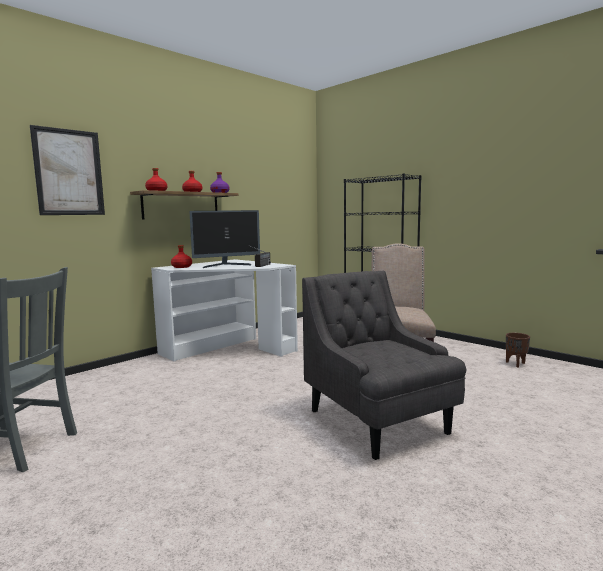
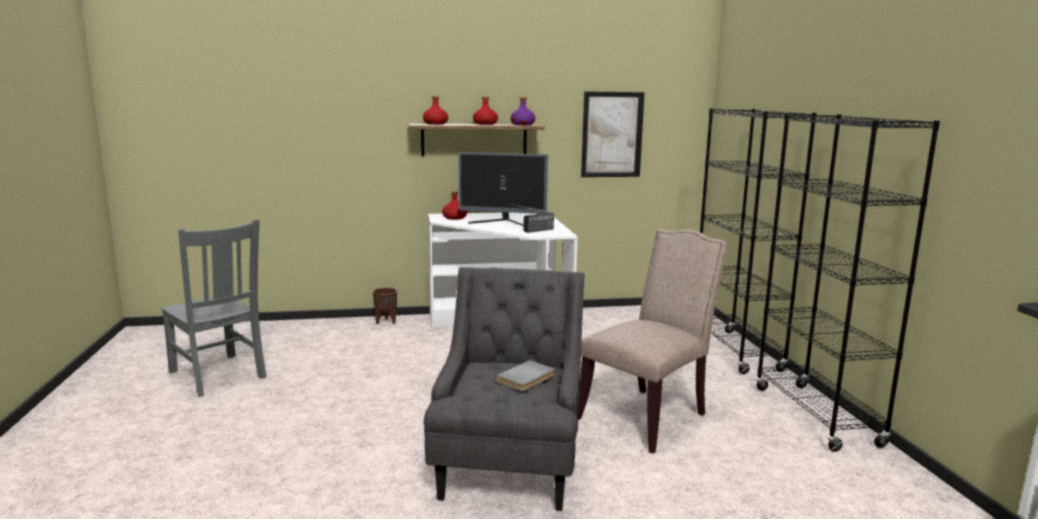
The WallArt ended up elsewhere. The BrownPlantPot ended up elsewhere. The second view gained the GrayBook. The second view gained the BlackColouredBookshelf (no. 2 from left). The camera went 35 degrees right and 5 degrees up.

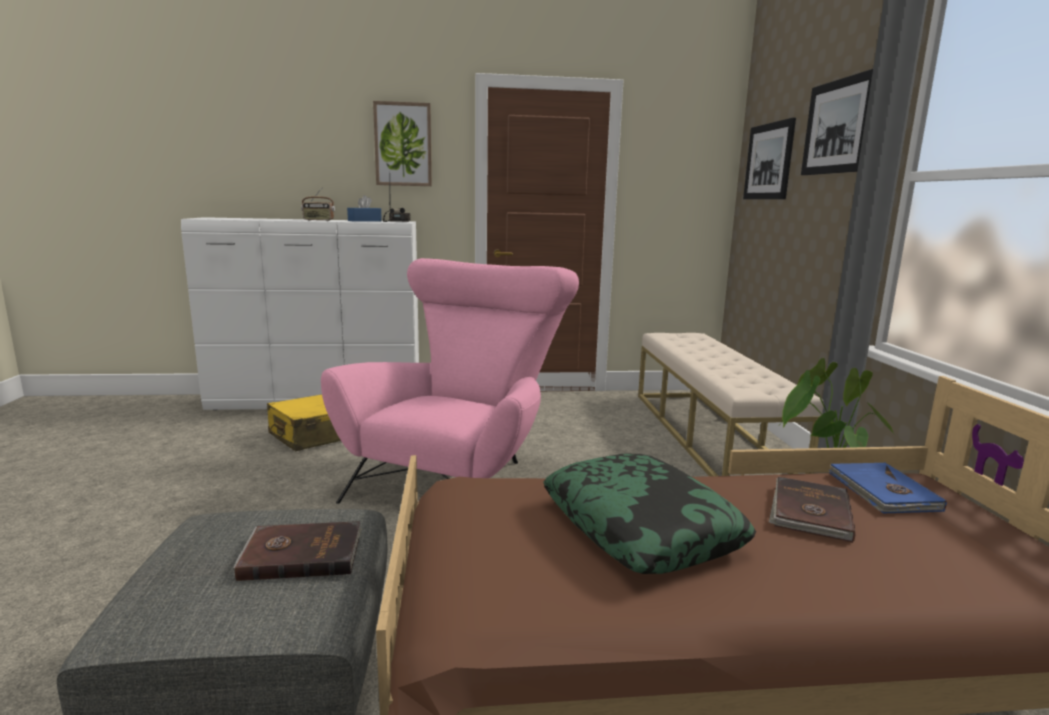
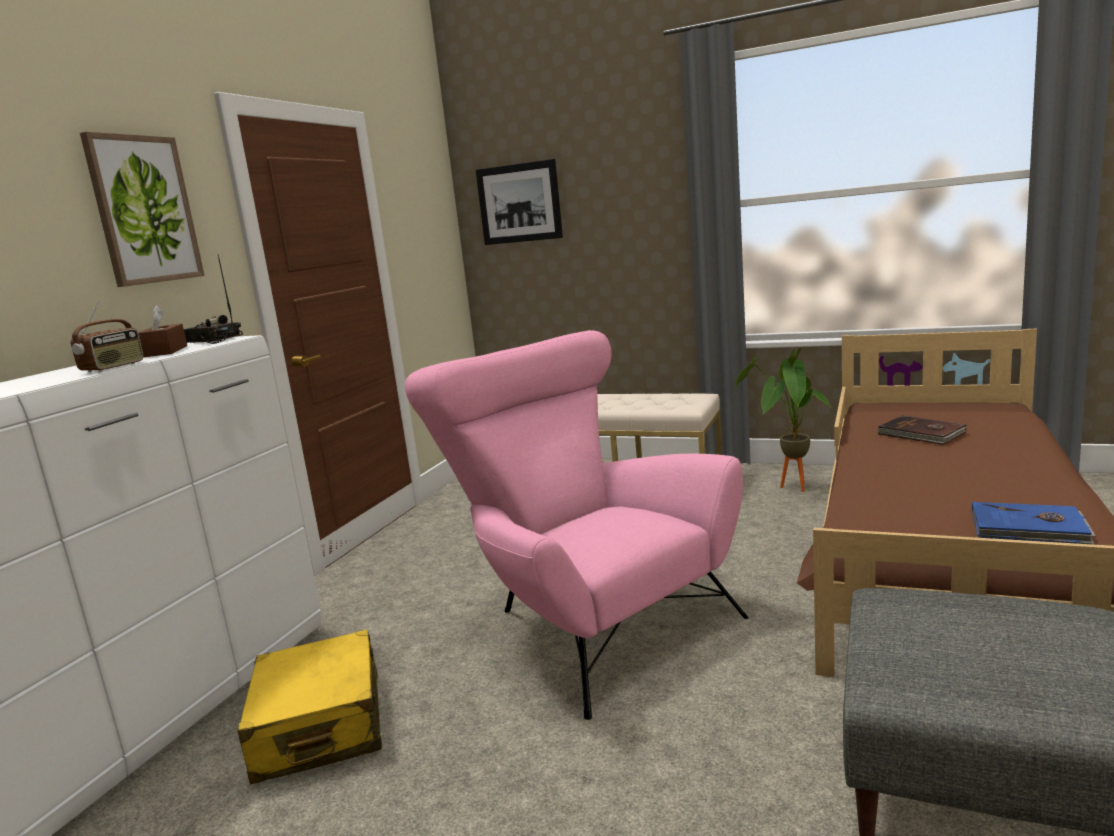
The second view lost the BrownBook (no. 1 from left). What was the BluishTissueBox turned into the BrownTissueBox. The second view lost the ThrowPillow. The second view lost the WallArt (no. 3 from left). The BluishBook ended up elsewhere. The camera went 60 degrees left and 0 degrees up.

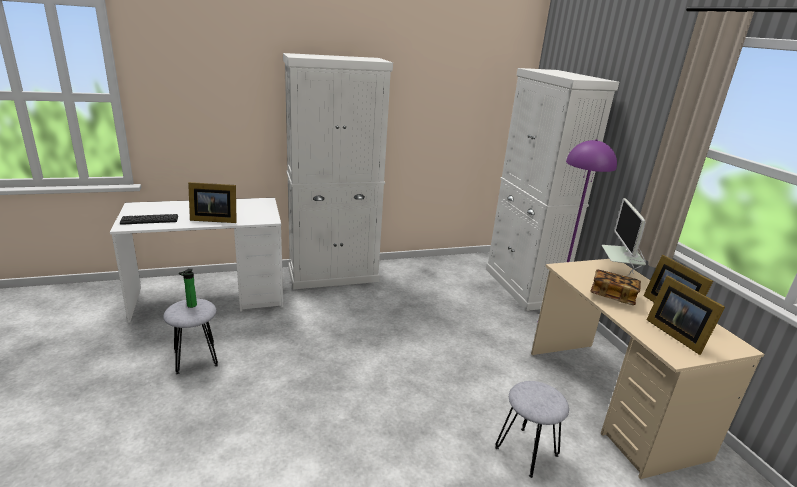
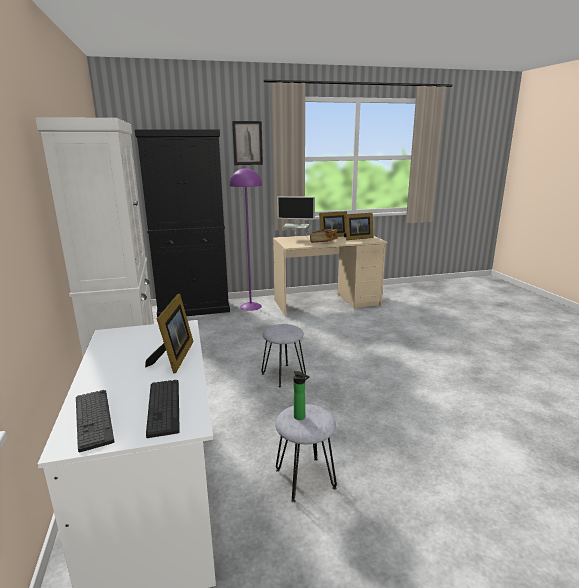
What was the WhitishStorageCabinet (no. 2 from left) turned into the BlackColouredStorageCabinet. The GrayStoolSeat (no. 2 from left in the first image) ended up elsewhere. The second view gained the ComputerKeyboard (no. 1 from left). The second view gained the WallArt. The camera went 85 degrees left and 5 degrees down.

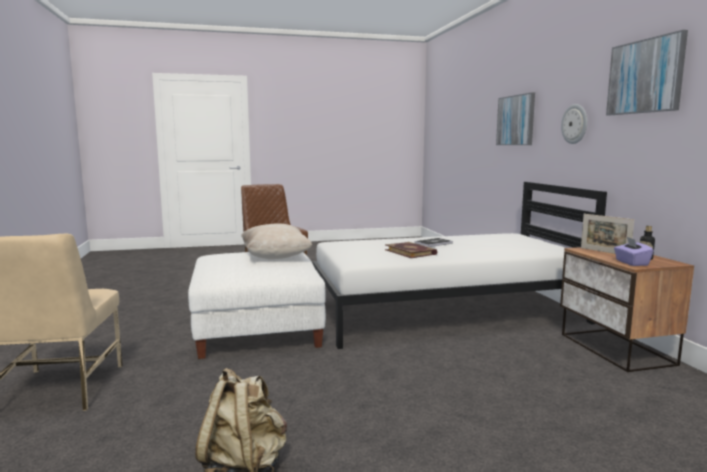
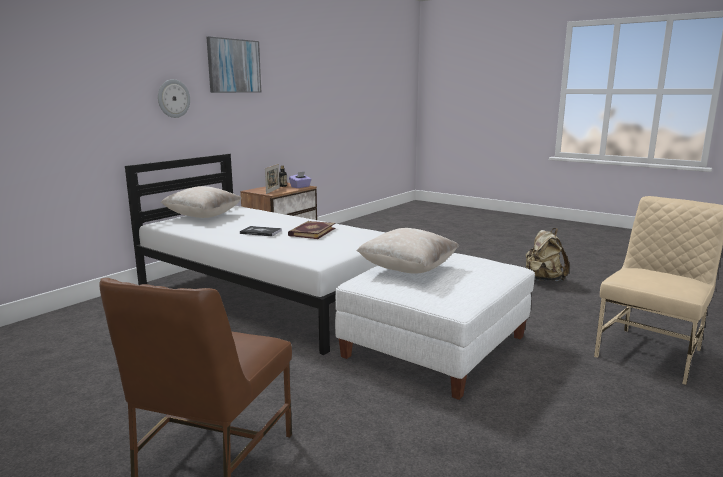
The second view lost the WallArt (no. 1 from left). The second view gained the SandColouredThrowPillow (no. 1 from left). The camera went 130 degrees left and 5 degrees up.

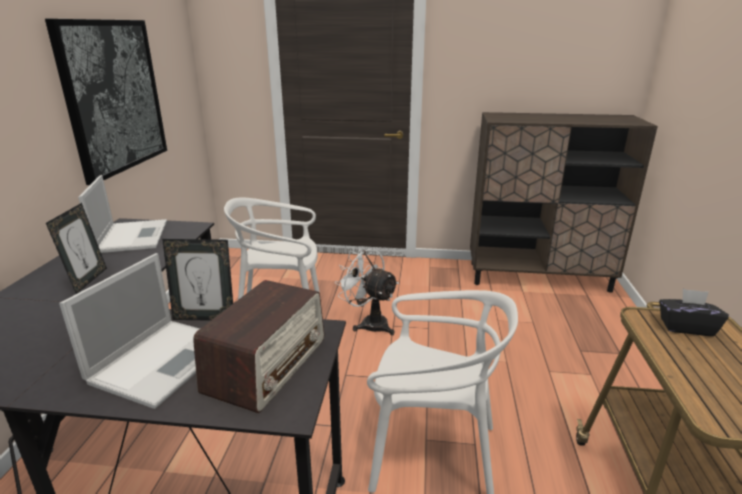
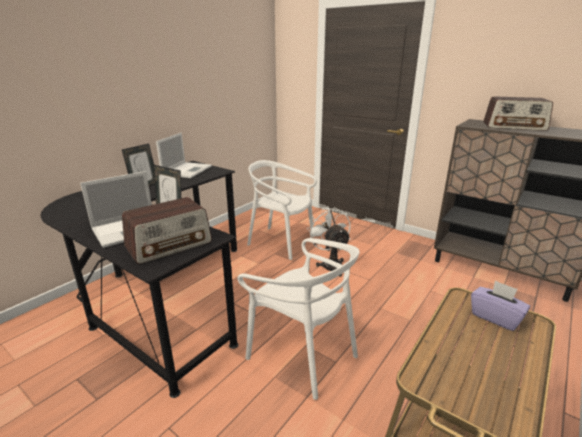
The second view lost the WallArt. What was the BlackColouredTissueBox turned into the PurpleColouredTissueBox. The second view gained the Radio (no. 2 from left). The camera went 30 degrees right and 0 degrees up.

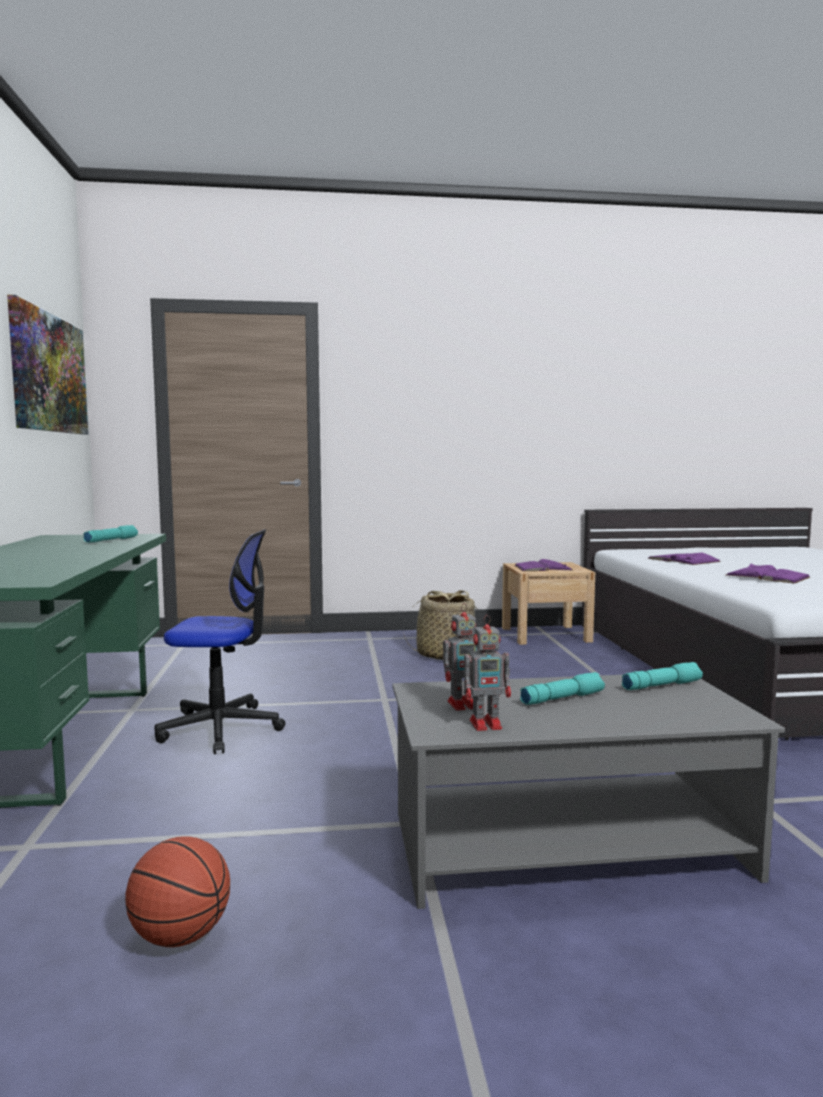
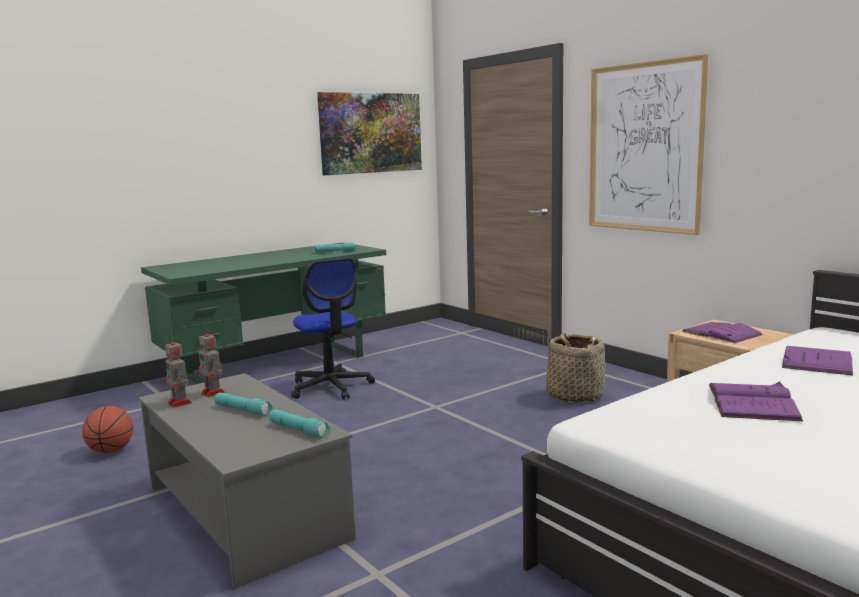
The second view gained the WallArt (no. 2 from left). The camera went 60 degrees right and 5 degrees up.

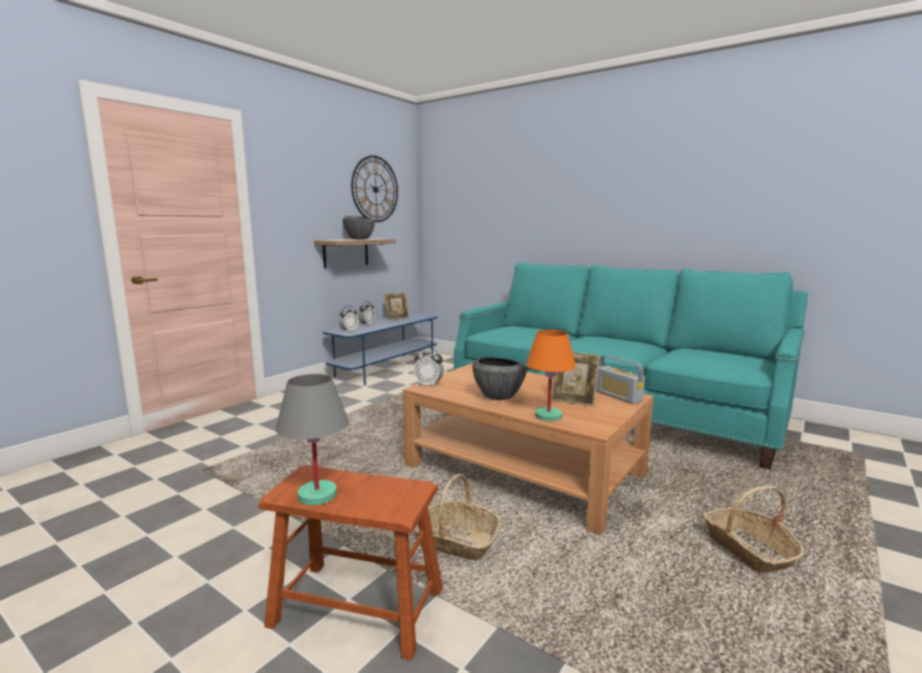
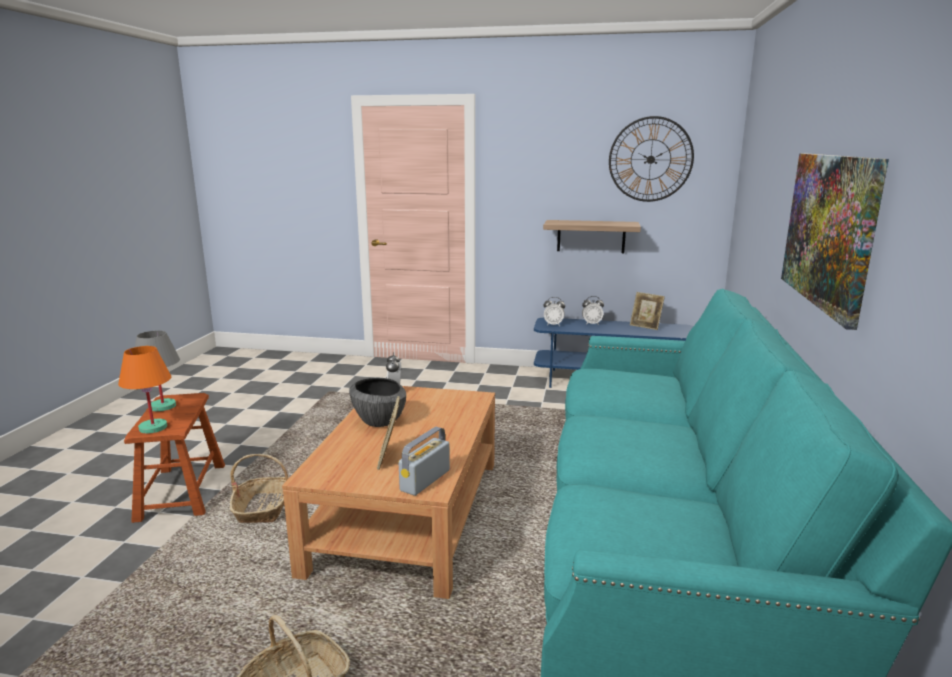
The second view lost the DeepDish (no. 1 from left). The OrangeColouredTableLamp ended up elsewhere. The second view gained the WallArt. The camera went 65 degrees right and 5 degrees up.

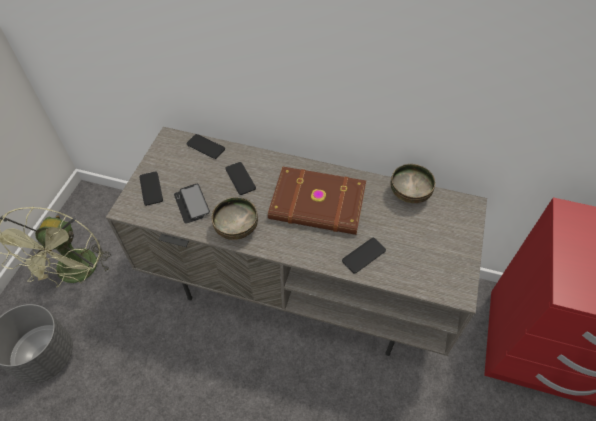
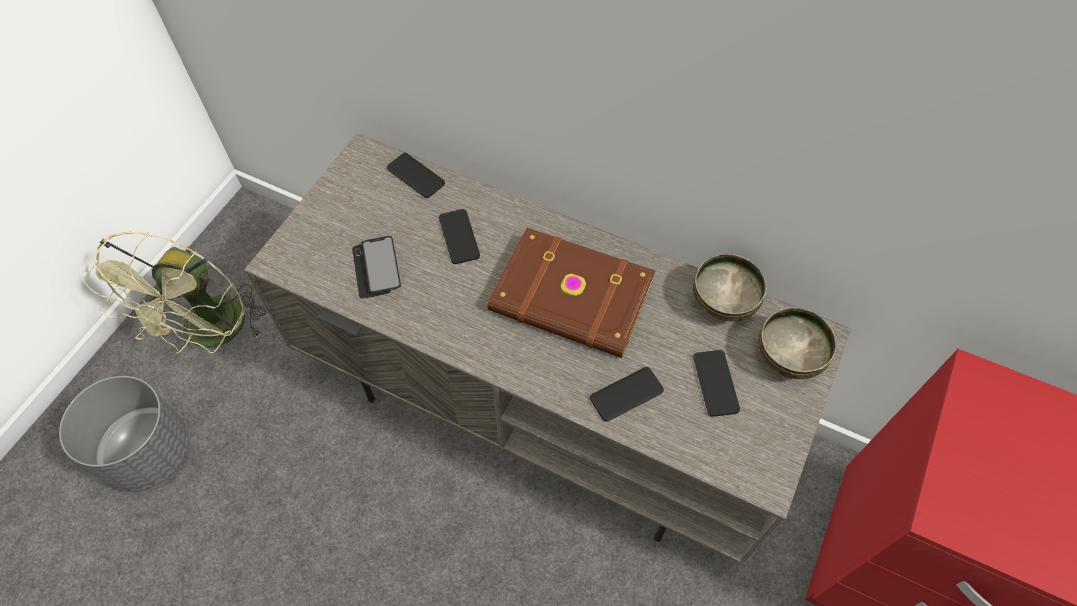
The Phone (no. 1 from left in the first image) ended up elsewhere. The DeepDish (no. 1 from left in the first image) ended up elsewhere. The camera went 10 degrees right and 5 degrees up.

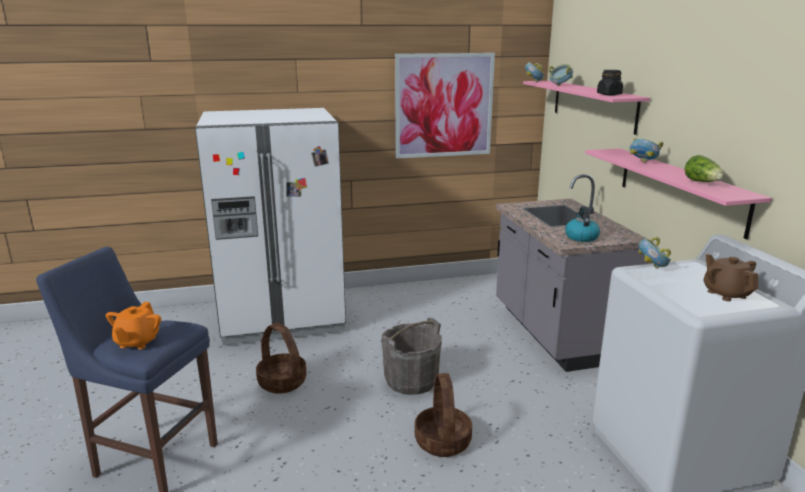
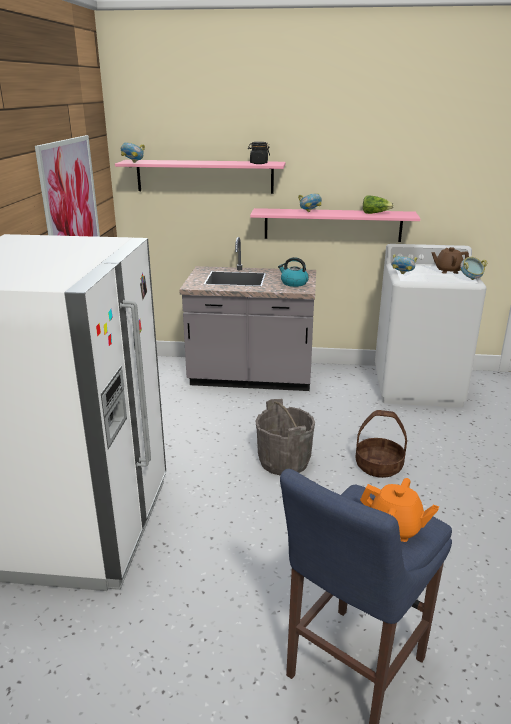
The second view lost the StorageBasket (no. 1 from left). The DeepDish (no. 2 from left in the first image) ended up elsewhere. The camera went 70 degrees left and 5 degrees up.

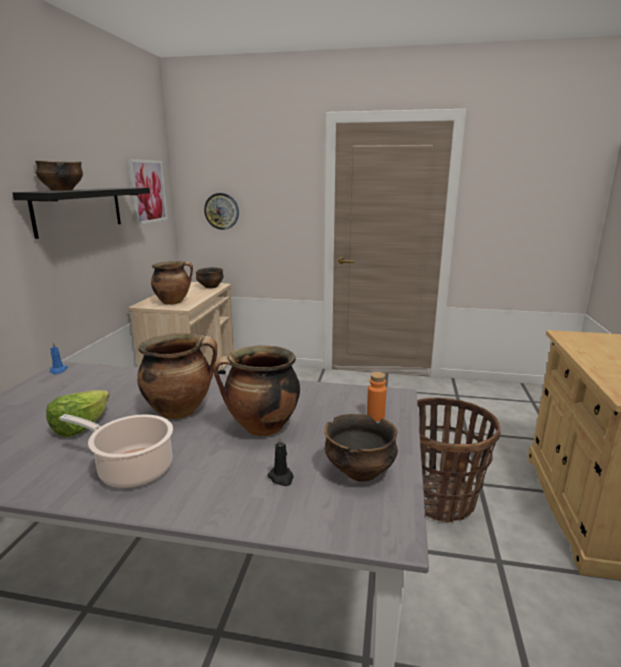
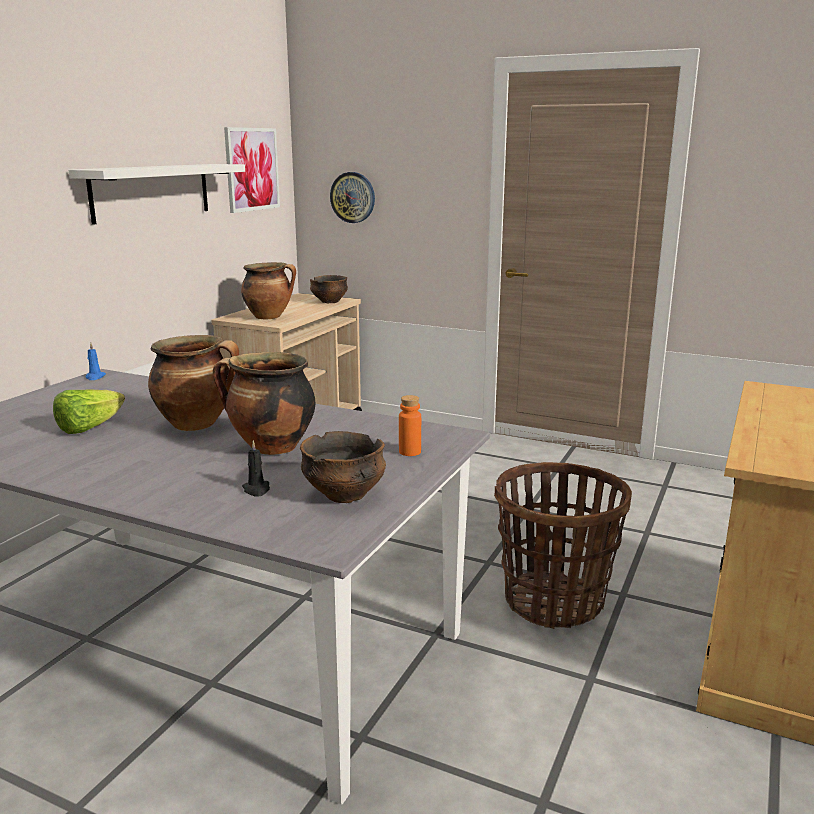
What was the BlackColouredBracketShelf turned into the WhitishBracketShelf. The second view lost the DeepDish (no. 1 from left). The second view lost the Saucepot (no. 1 from left). The camera went 15 degrees right and 0 degrees up.

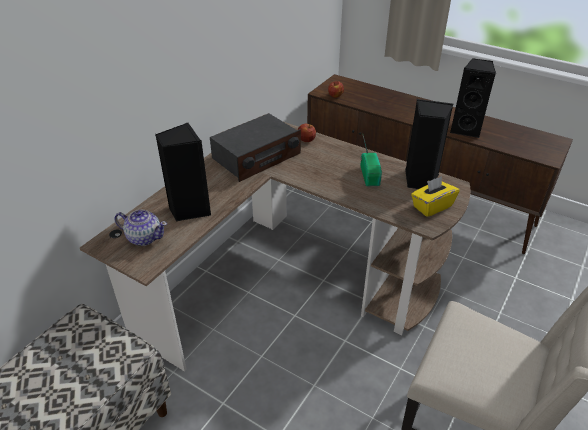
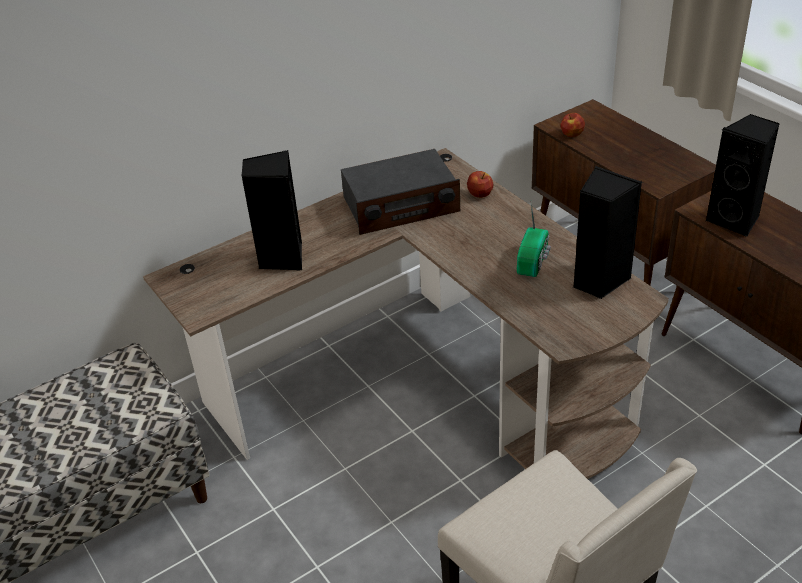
The second view lost the PotForTea. The second view lost the YellowishTissueBox. The camera went 25 degrees right and 0 degrees up.

